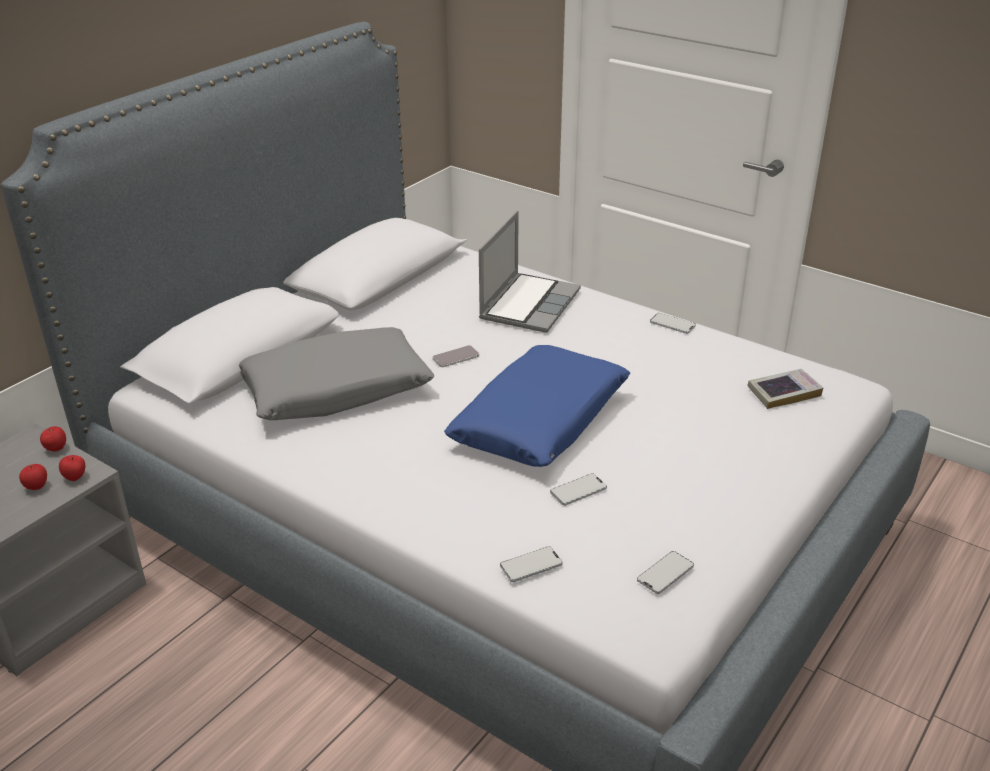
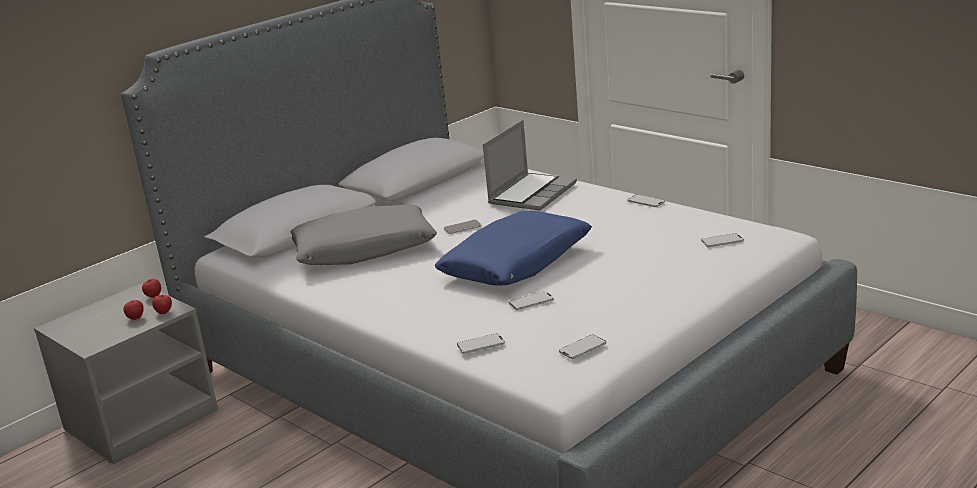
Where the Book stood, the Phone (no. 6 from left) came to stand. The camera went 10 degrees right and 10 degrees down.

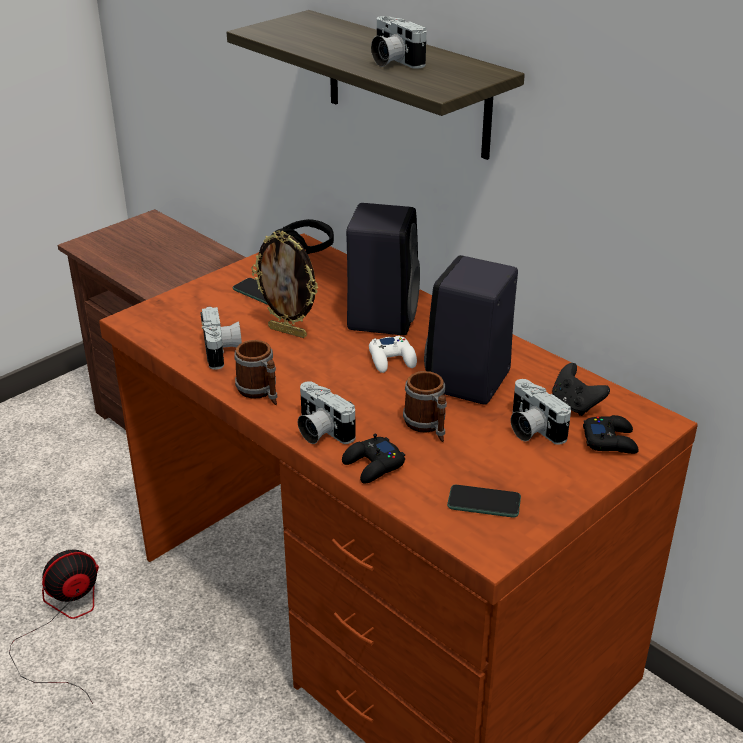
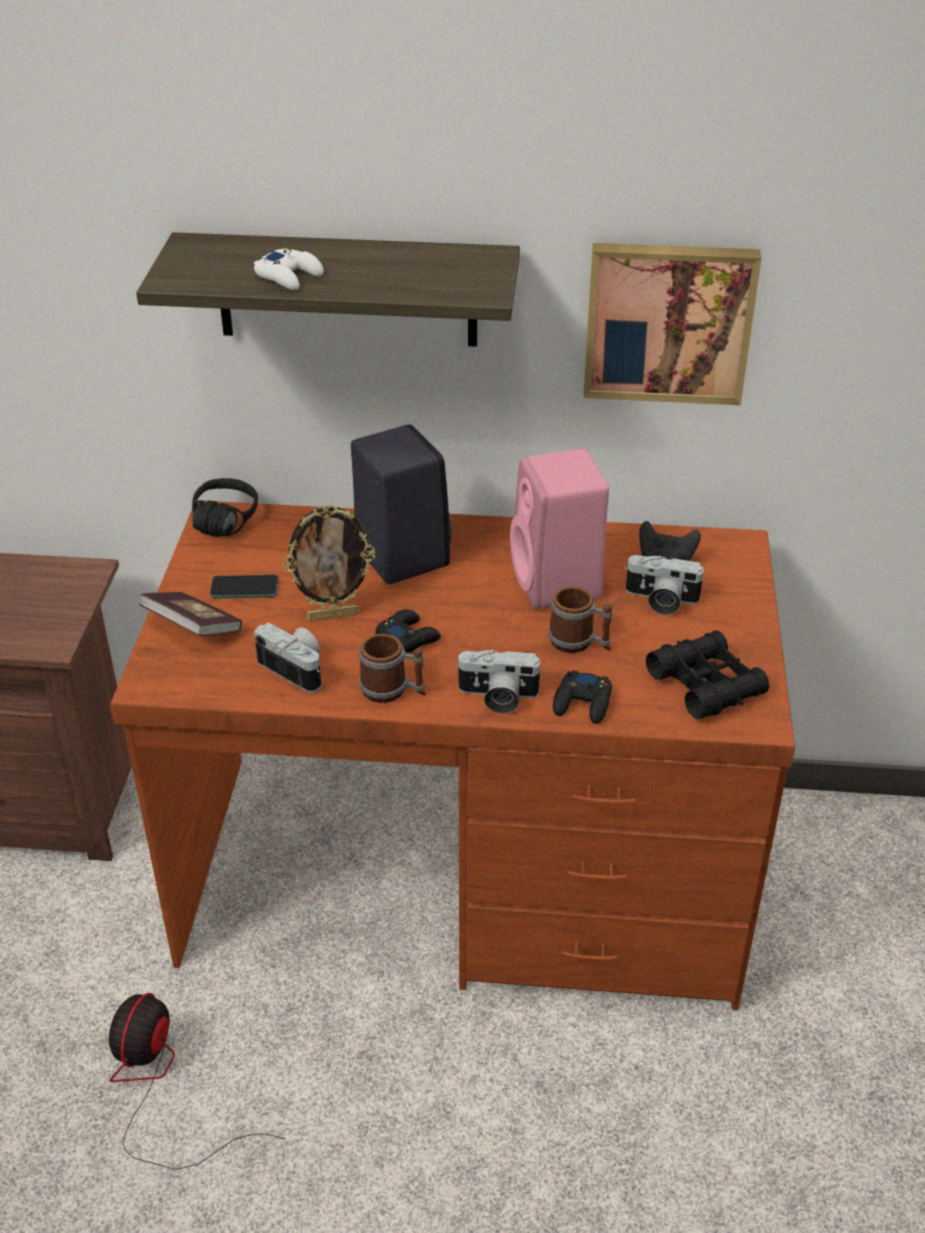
The WhitishJoypad ended up elsewhere. The second view lost the PhotoCamera (no. 3 from left). What was the BlackColouredAudioSpeaker (no. 2 from left) turned into the PinkishAudioSpeaker. Where the Phone (no. 2 from left) stood, the BlackColouredPairOfBinoculars came to stand. The BlackColouredJoypad (no. 3 from left in the first image) ended up elsewhere. The second view gained the Book. The second view gained the WallArt. The camera went 40 degrees left and 5 degrees up.

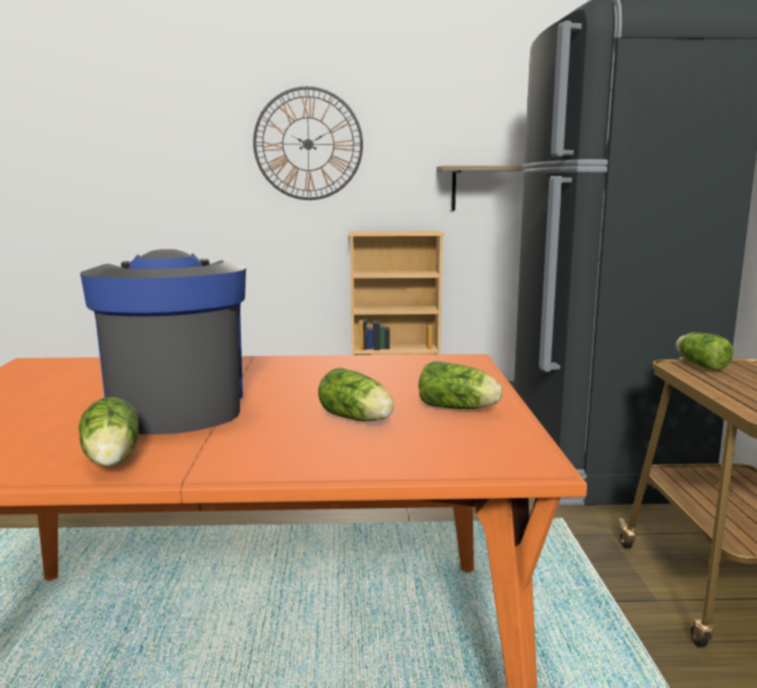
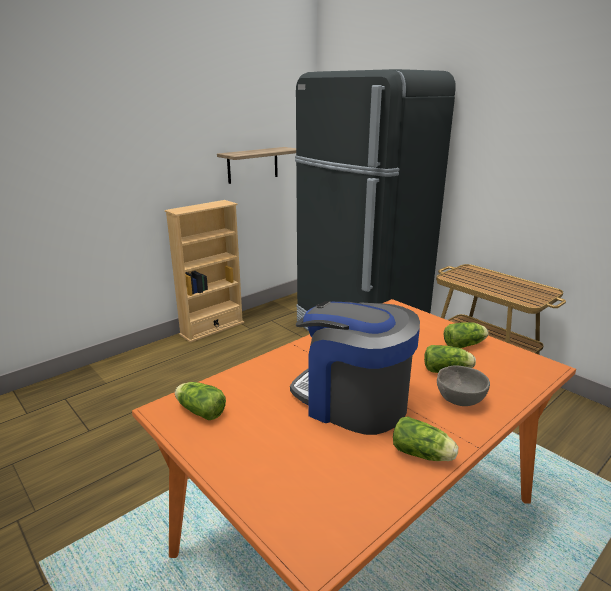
The second view lost the ClockOnTheWall. The Lettuce (no. 4 from left in the first image) ended up elsewhere. The second view gained the GrayDeepDish. The camera went 40 degrees left and 10 degrees up.

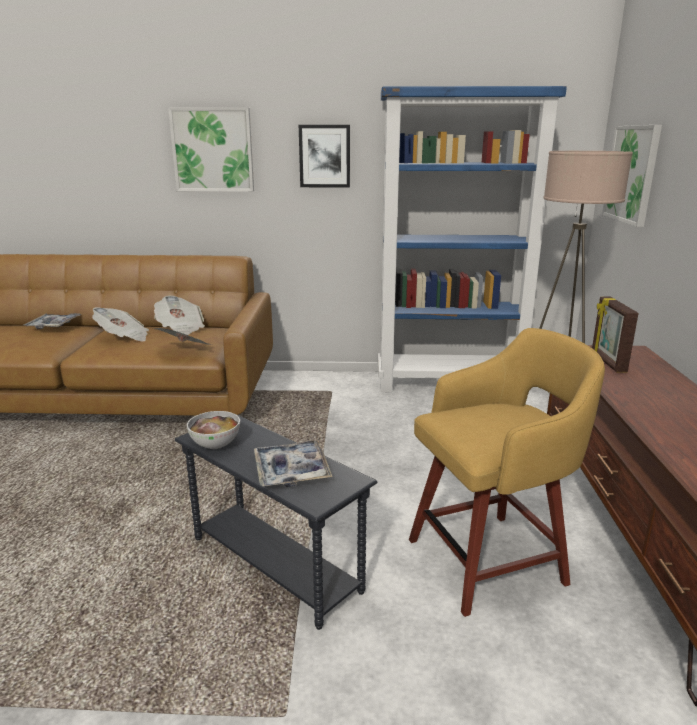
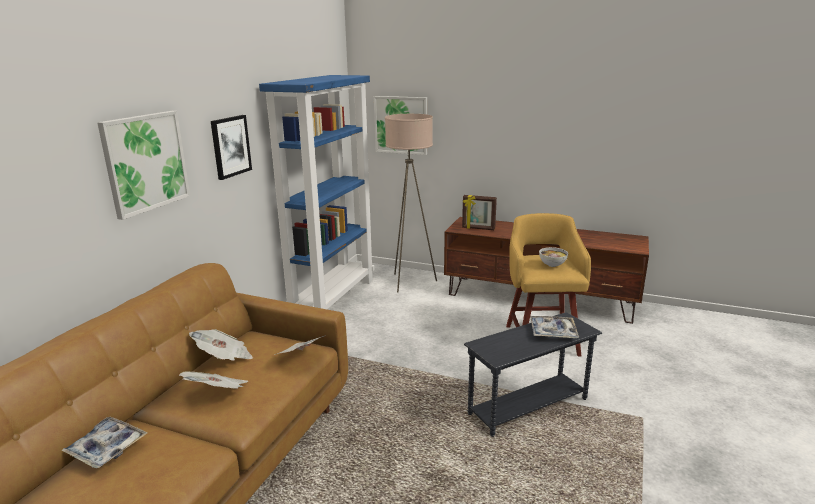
The DeepDish ended up elsewhere. The camera went 70 degrees left and 0 degrees up.

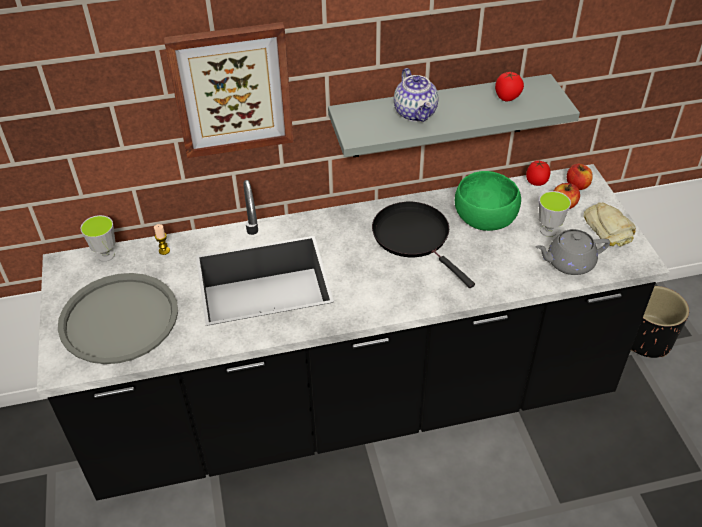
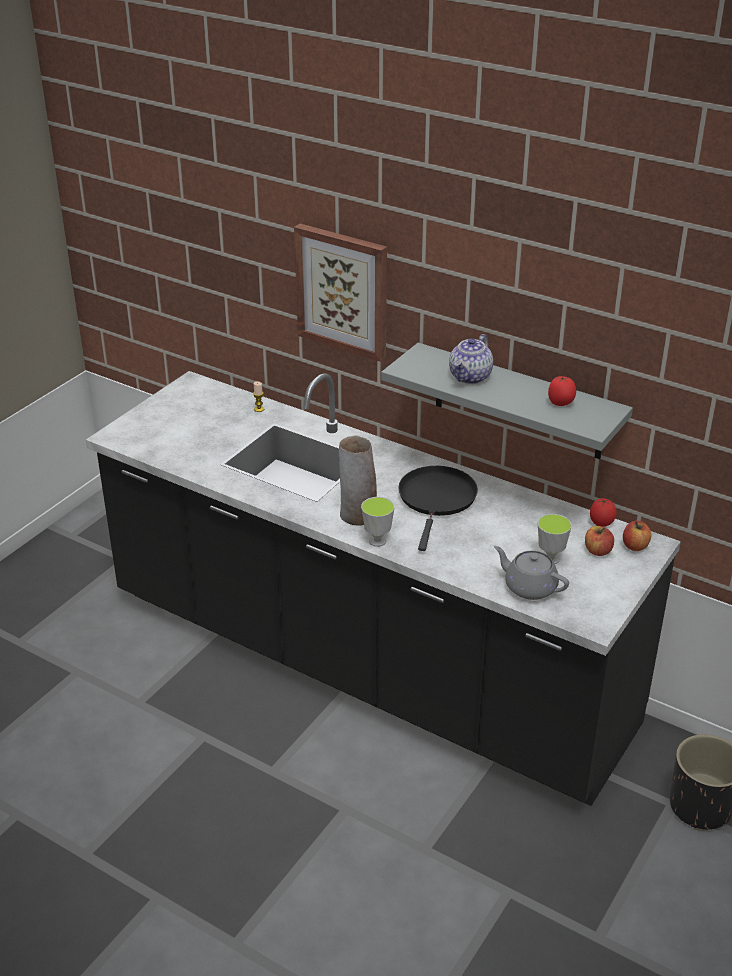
The second view lost the GrayTray. The DrinkingCup (no. 1 from left) ended up elsewhere. The second view lost the GreenishDeepDish. The second view lost the BakedBread. The second view gained the Vase. The camera went 45 degrees right and 10 degrees down.

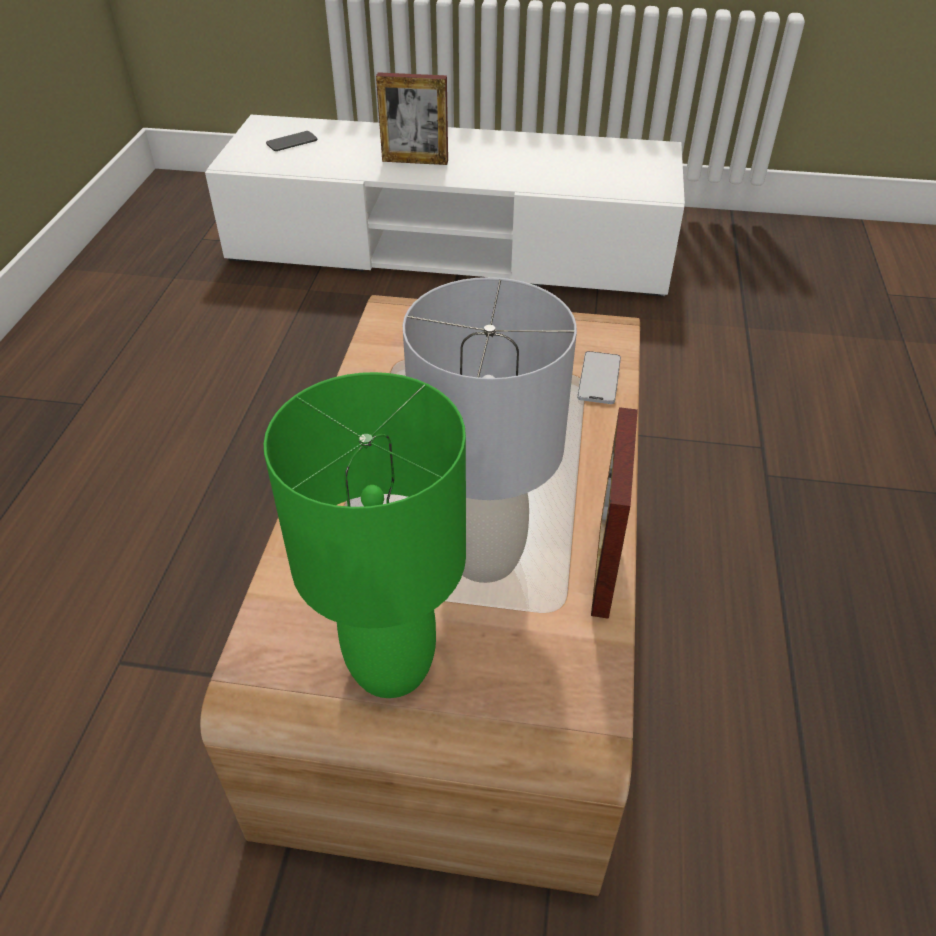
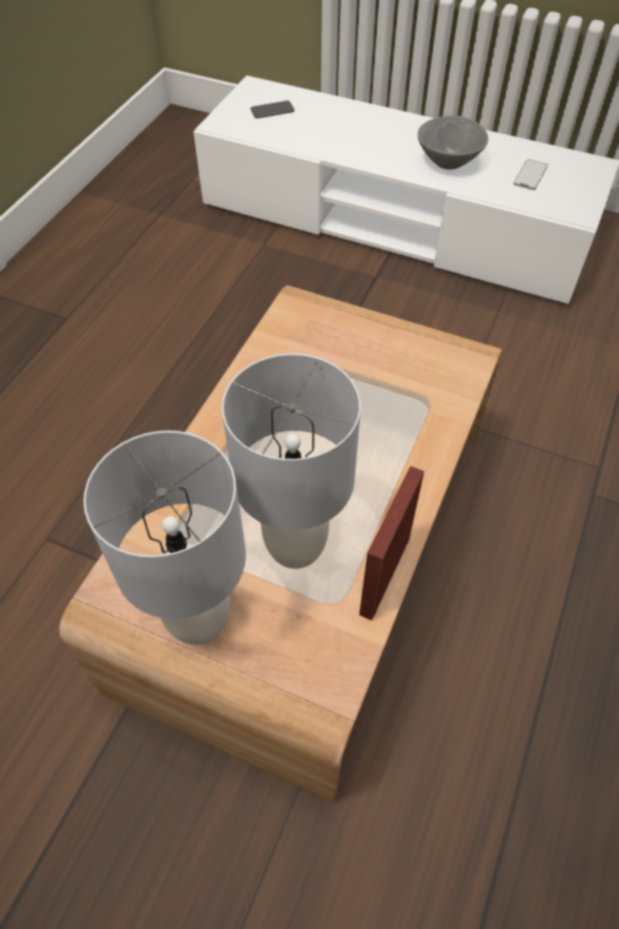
What was the GreenishTableLamp turned into the GrayTableLamp (no. 1 from left). The second view lost the PictureFrame (no. 1 from left). The Phone (no. 2 from left) ended up elsewhere. The second view gained the GrayDeepDish. The camera went 15 degrees right and 10 degrees up.

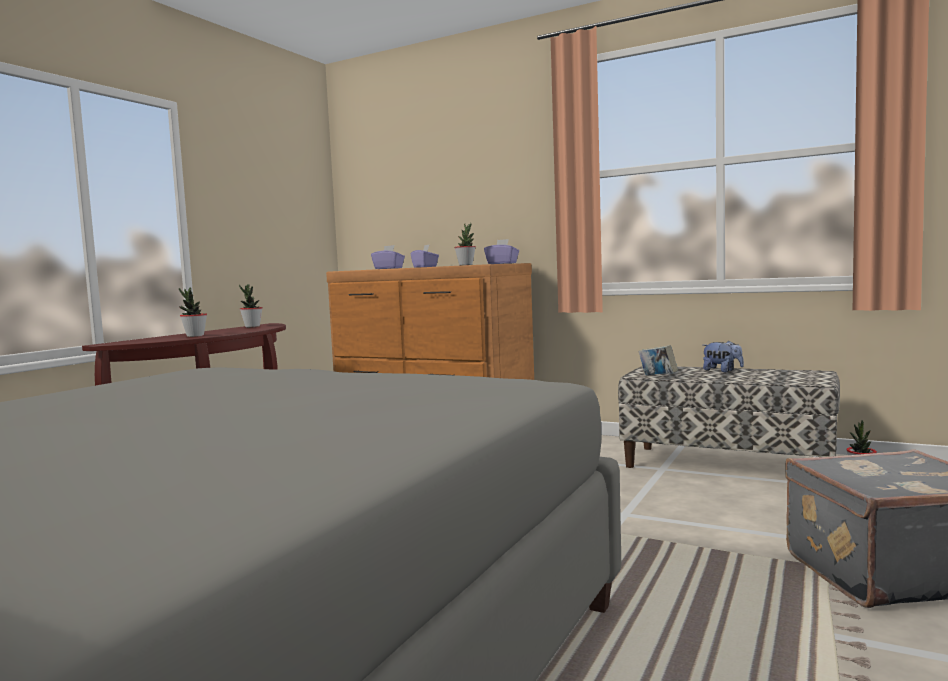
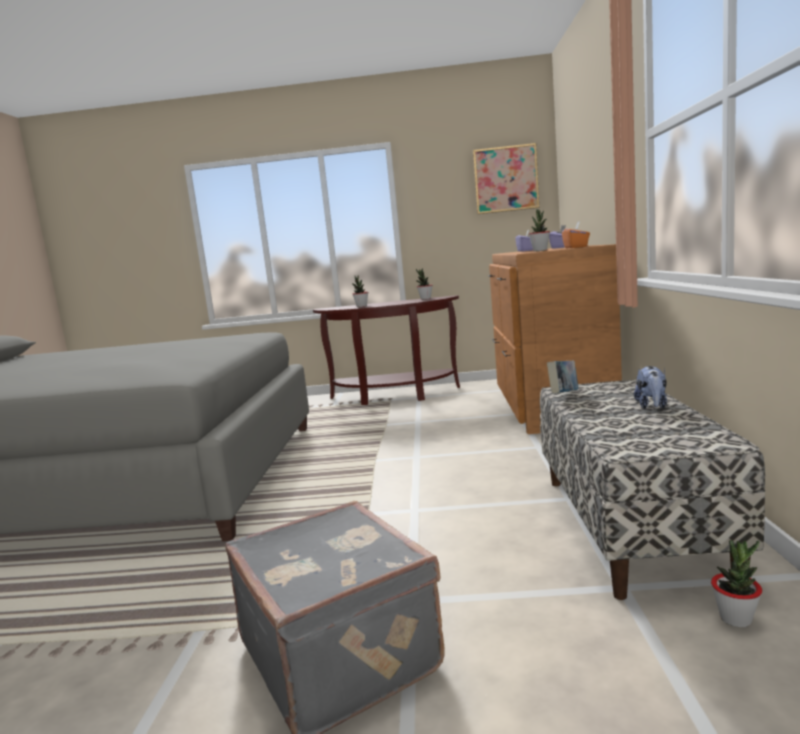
What was the PurpleColouredTissueBox (no. 3 from left) turned into the OrangeColouredTissueBox. The second view gained the WallArt. The camera went 65 degrees right and 5 degrees up.

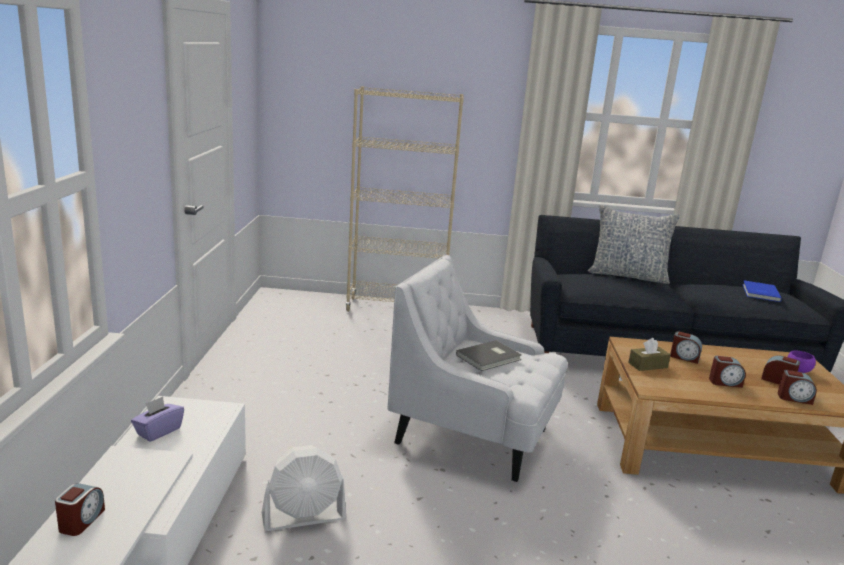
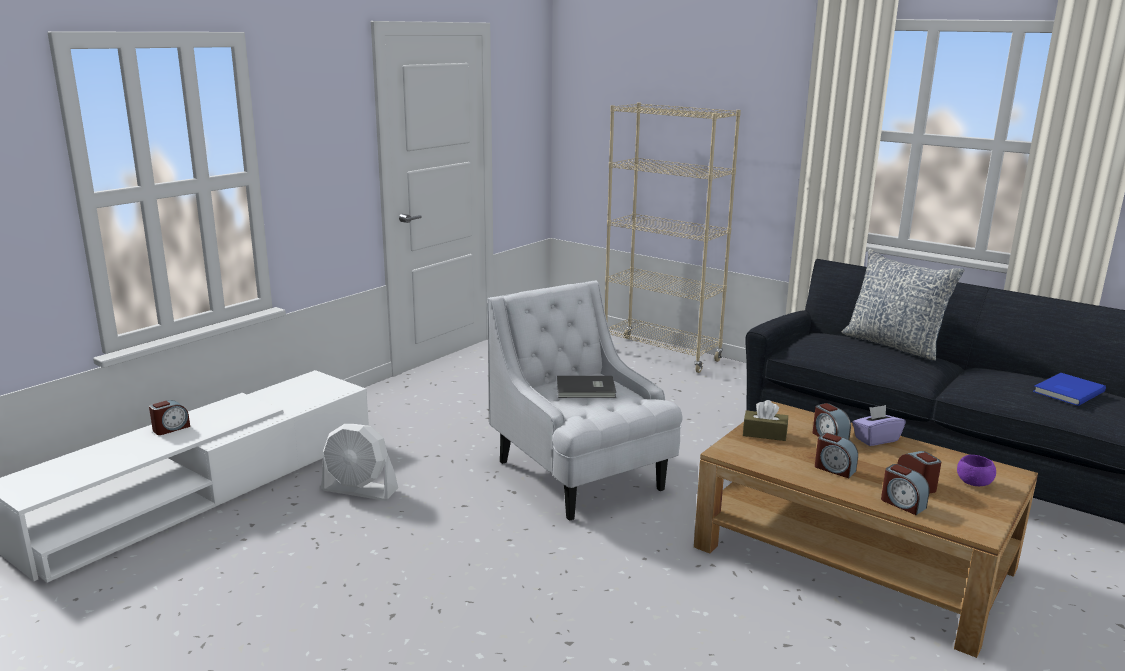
The PurpleColouredTissueBox ended up elsewhere. The camera went 35 degrees right and 0 degrees up.

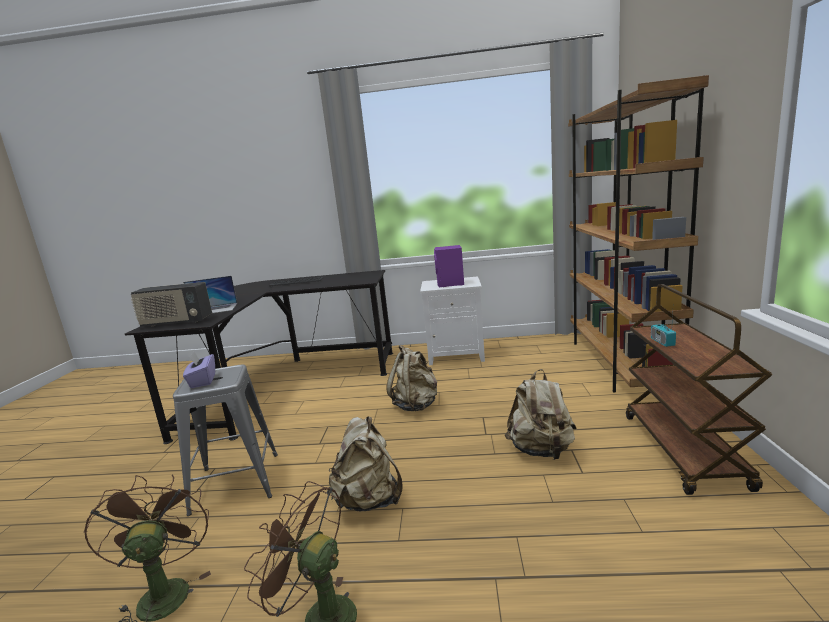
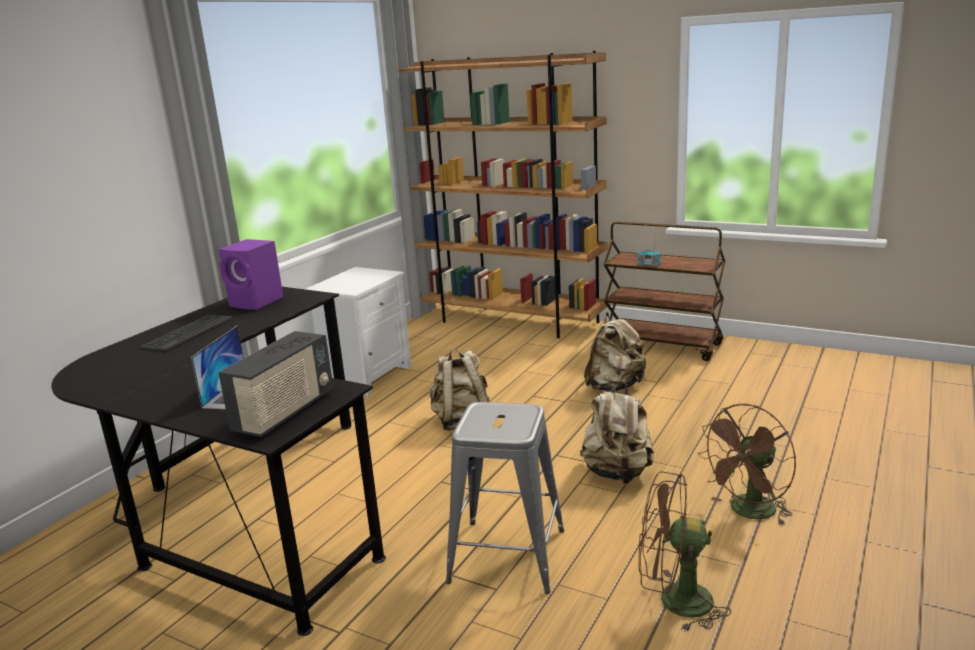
The second view lost the PurpleColouredTissueBox. The PurpleColouredAudioSpeaker ended up elsewhere. The camera went 65 degrees left and 5 degrees up.

